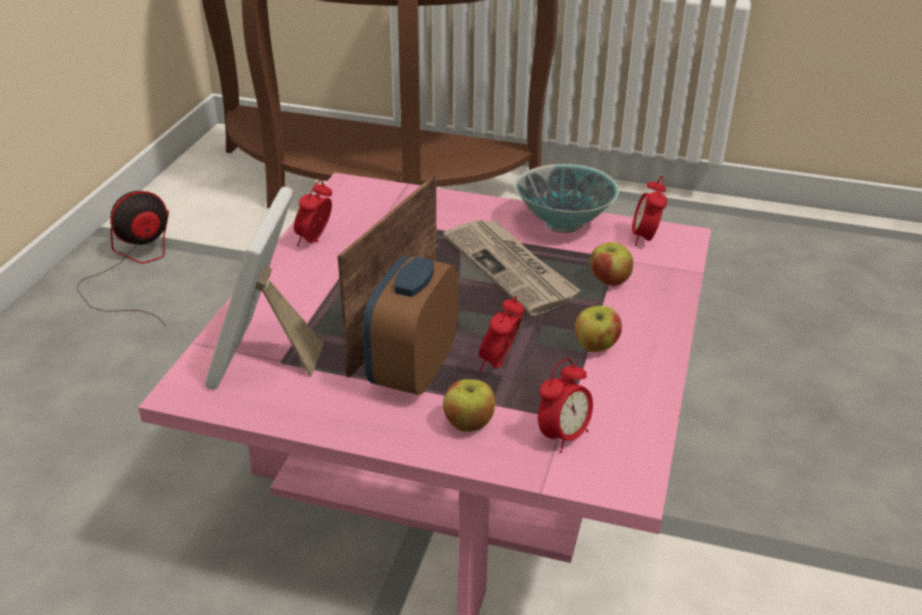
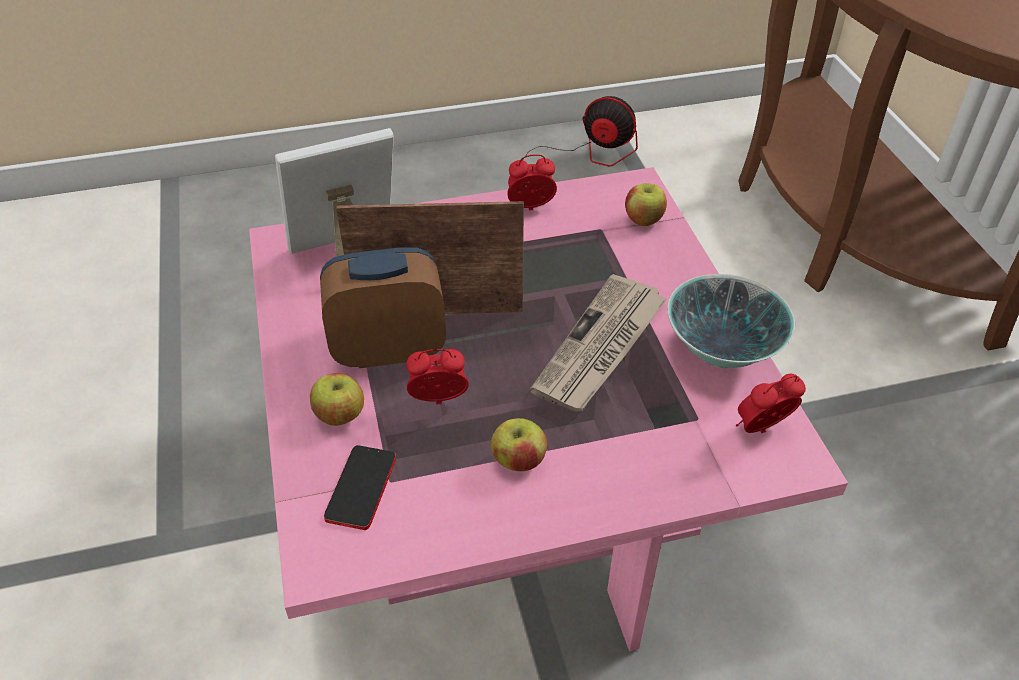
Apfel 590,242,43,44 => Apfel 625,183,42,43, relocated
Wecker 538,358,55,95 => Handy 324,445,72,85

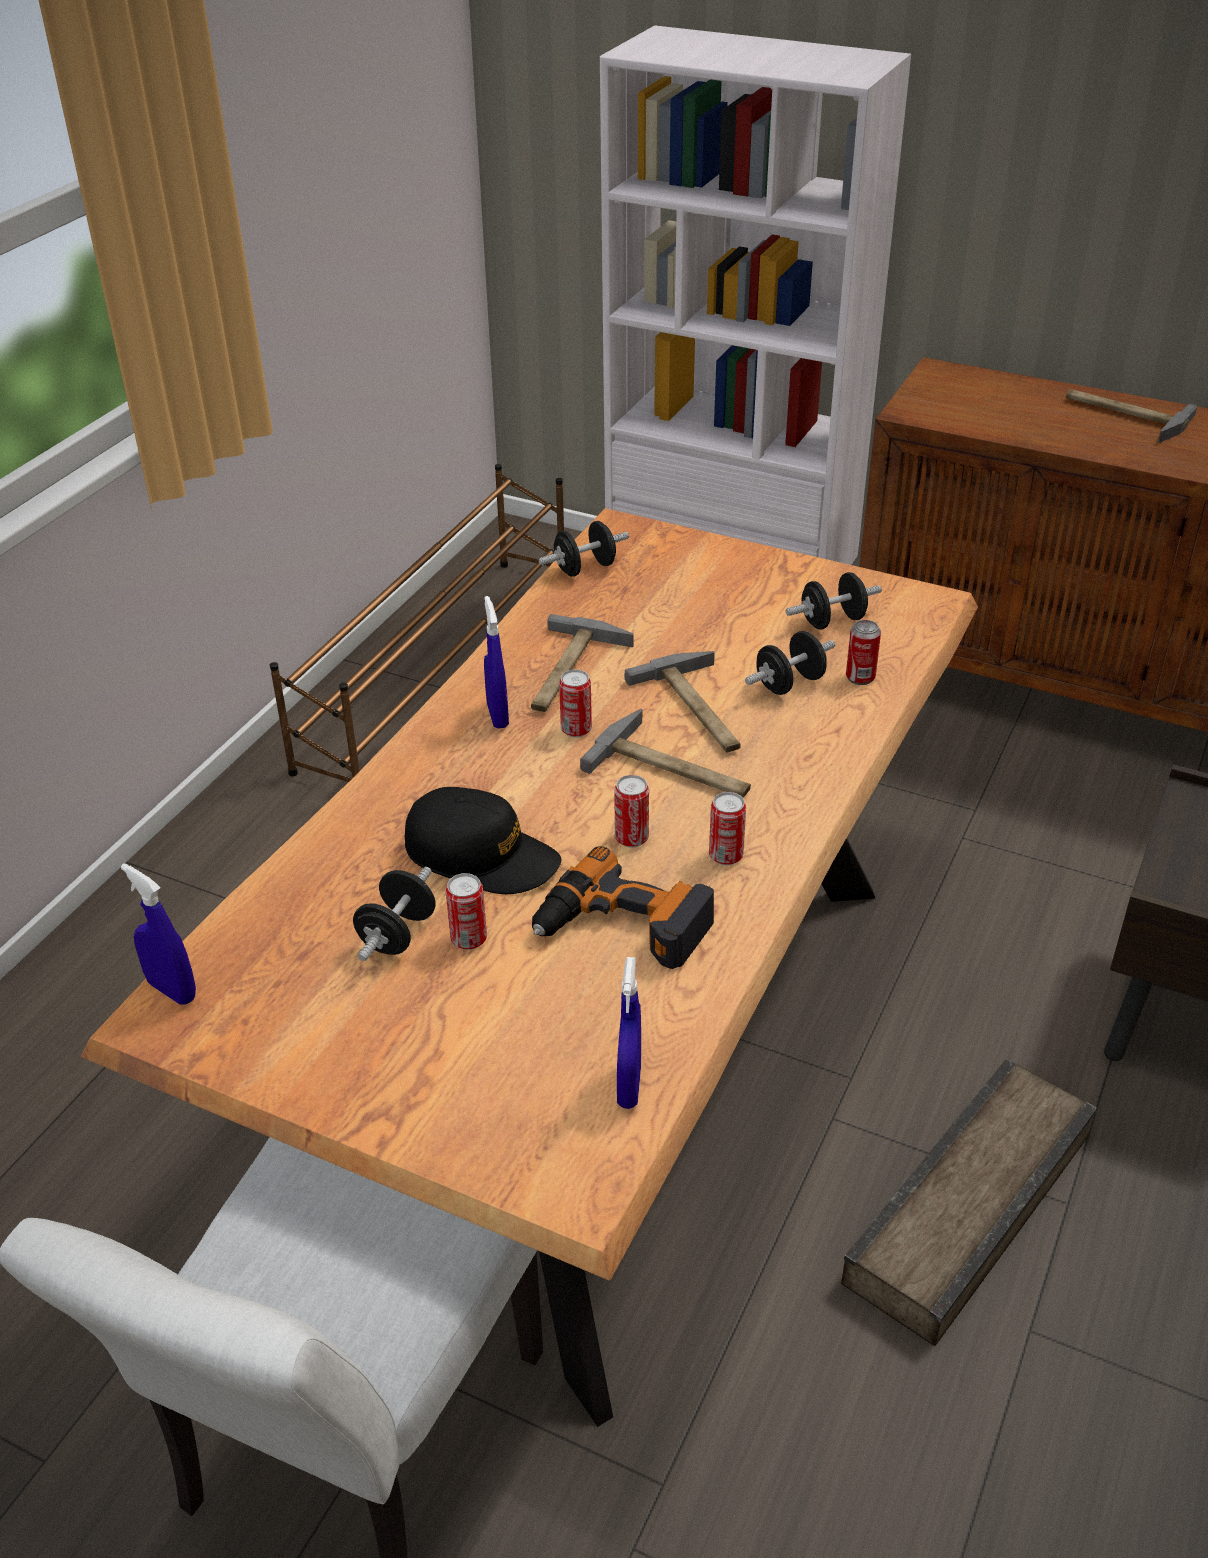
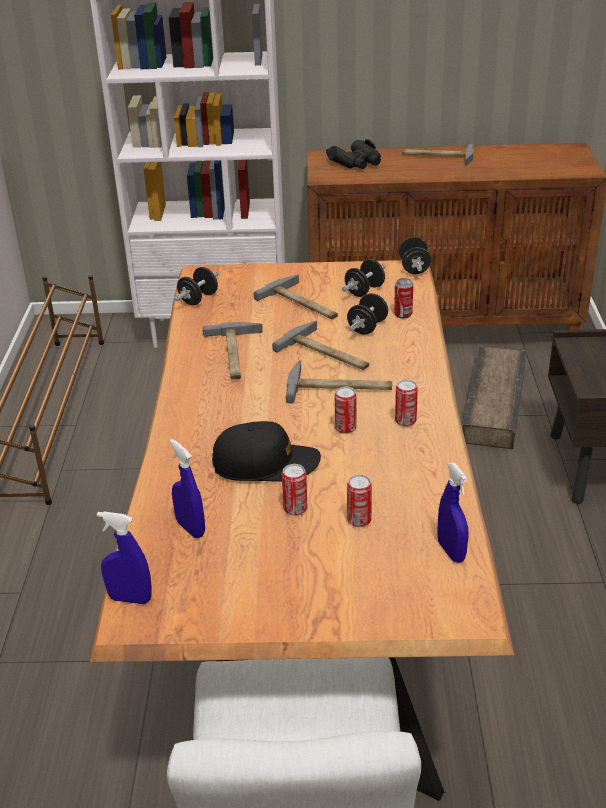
Sprühflasche/blau 484,596,25,133 => Sprühflasche/blau 170,439,35,99, relocated
Dose 559,669,33,68 => Dose 347,475,25,52, relocated
Bohrmaschine 532,846,182,123 => nothing
Hantel/schwarz 353,867,83,94 => Hantel/schwarz 399,237,32,37, relocated
Kiste 841,1058,256,288 => Kiste 462,346,64,103, relocated
nothing => Fernglas/schwarz 326,139,55,30
nothing => Hammer 253,275,85,44

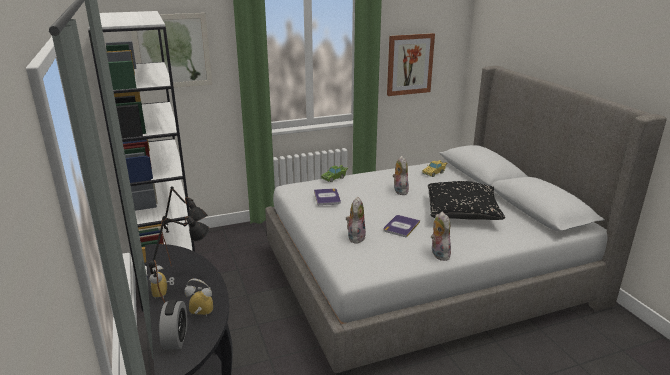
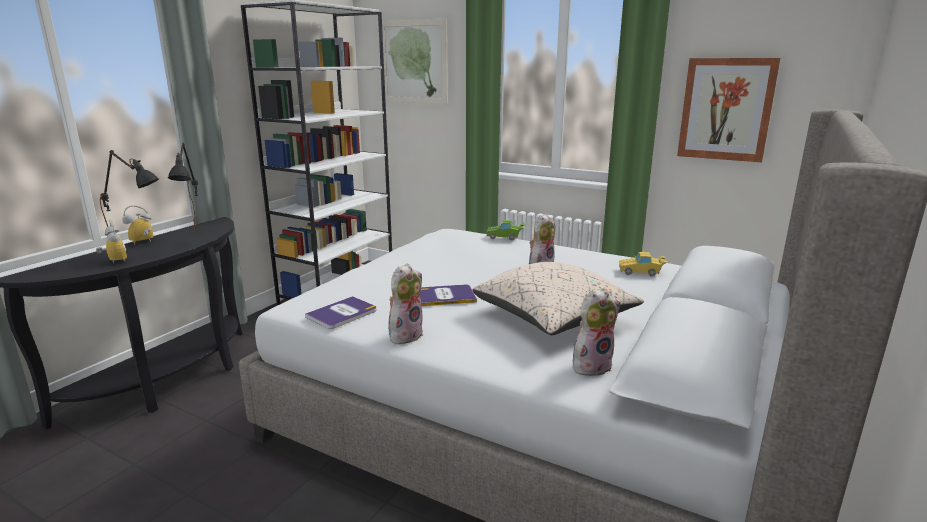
Kissen/schwarz 428,181,77,39 => Kissen/beige 473,262,171,73
Buch 314,188,27,17 => Buch 305,296,72,33, relocated
Plüschtier 346,197,20,47 => Plüschtier 573,288,48,88, relocated
Wecker 159,300,28,50 => nothing

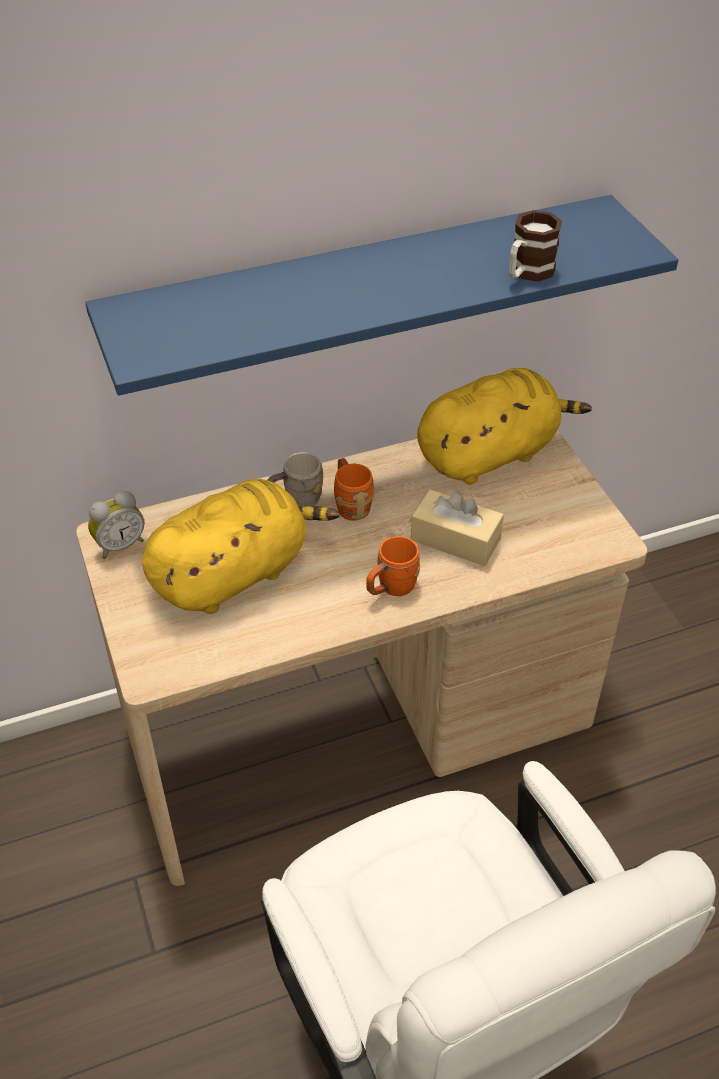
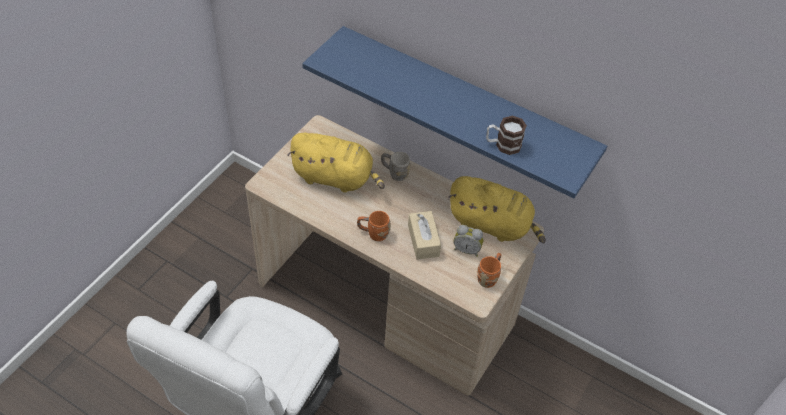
Henkelbecher/orange 334,458,41,63 => Henkelbecher/orange 477,253,25,35, relocated
Wecker 88,491,57,68 => Wecker 454,225,29,32, relocated

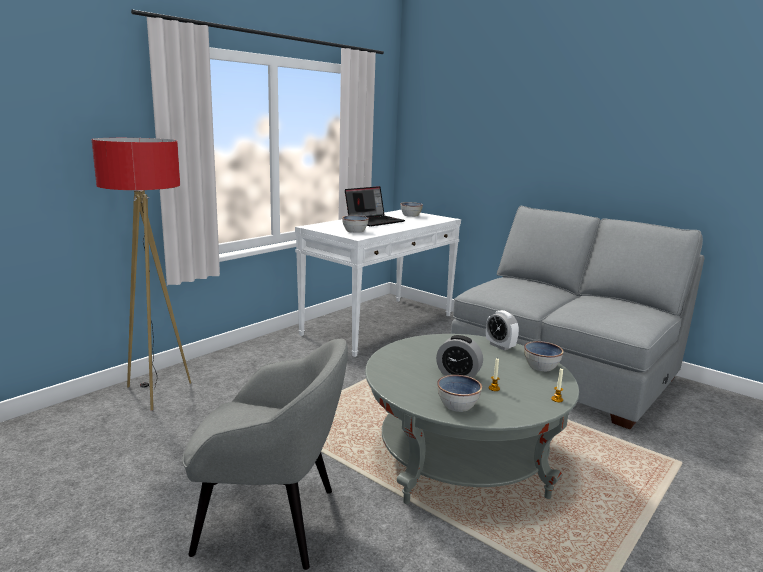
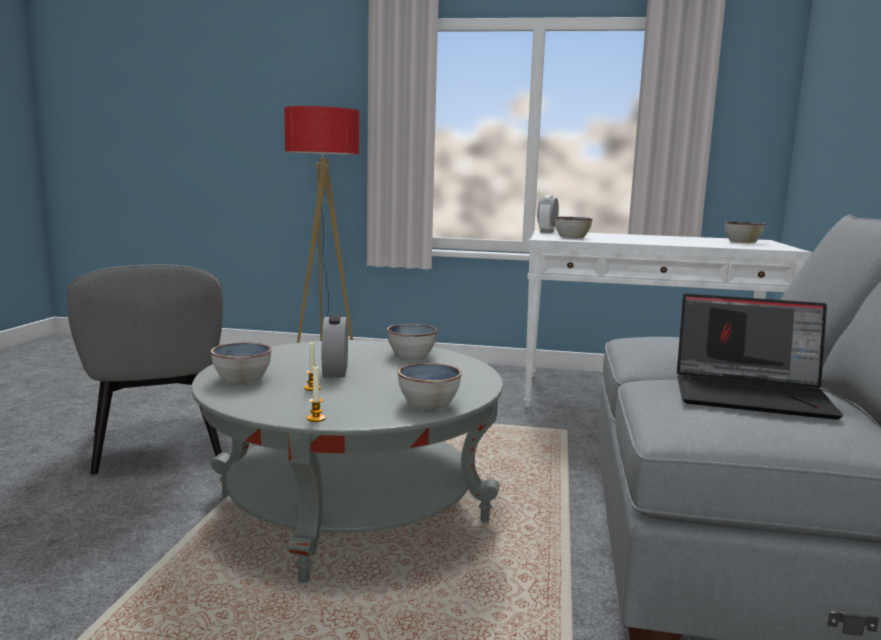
Laptop 345,186,60,40 => Laptop 677,294,166,126, relocated
Wecker 486,310,33,41 => Wecker 537,195,22,38, relocated
nothing => Schüssel 387,324,50,34

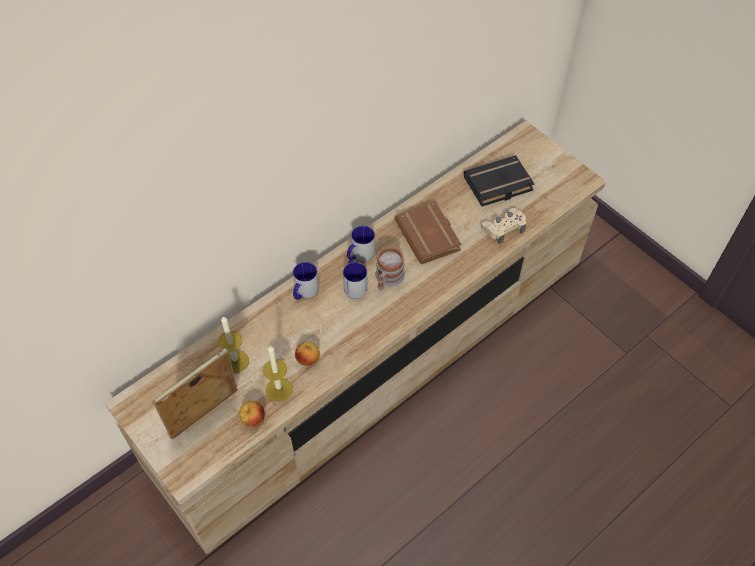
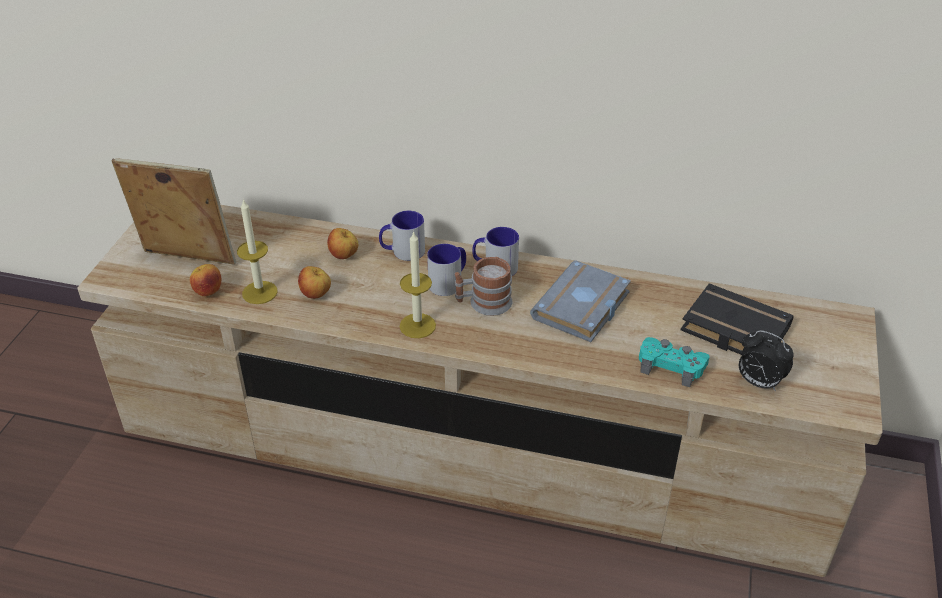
Buch/braun 395,202,66,62 => Buch/grau 530,260,101,82
Gamepad/beige 481,208,45,36 => Gamepad/türkis 639,337,70,50
Kerze 218,316,31,58 => Kerze 400,231,36,107, relocated
nothing => Apfel 327,228,31,31
nothing => Wecker 739,330,55,61

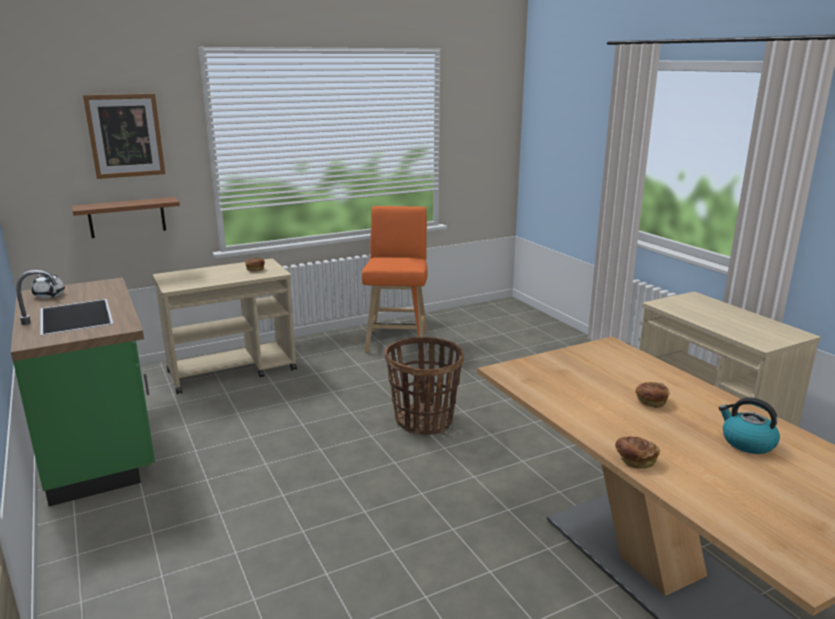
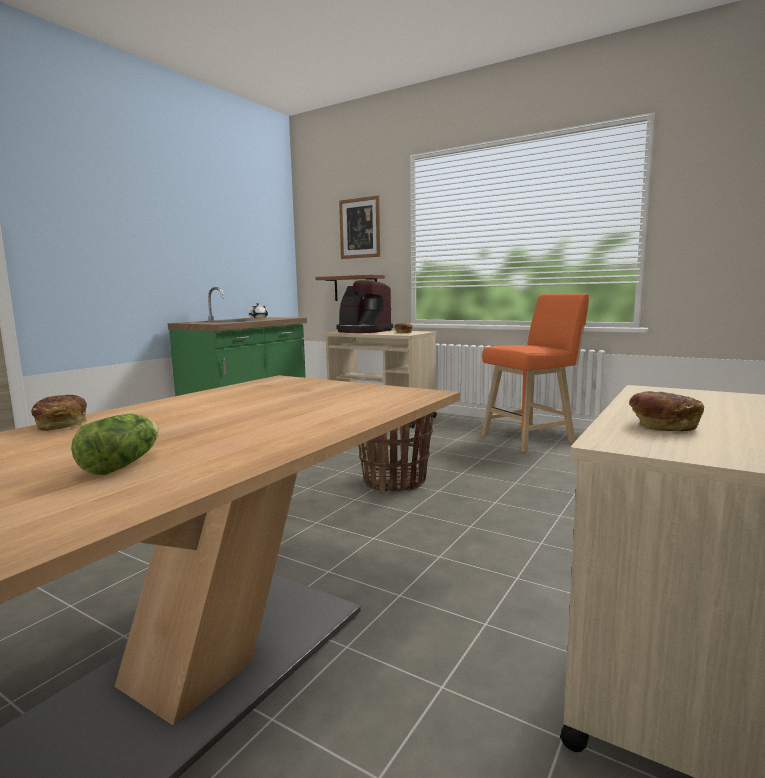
Brot 635,382,35,26 => Brot 629,391,75,40, relocated
Wasserkessel 719,397,61,57 => Salatkopf 71,413,88,62
nothing => Kaffeemaschine 336,280,57,53

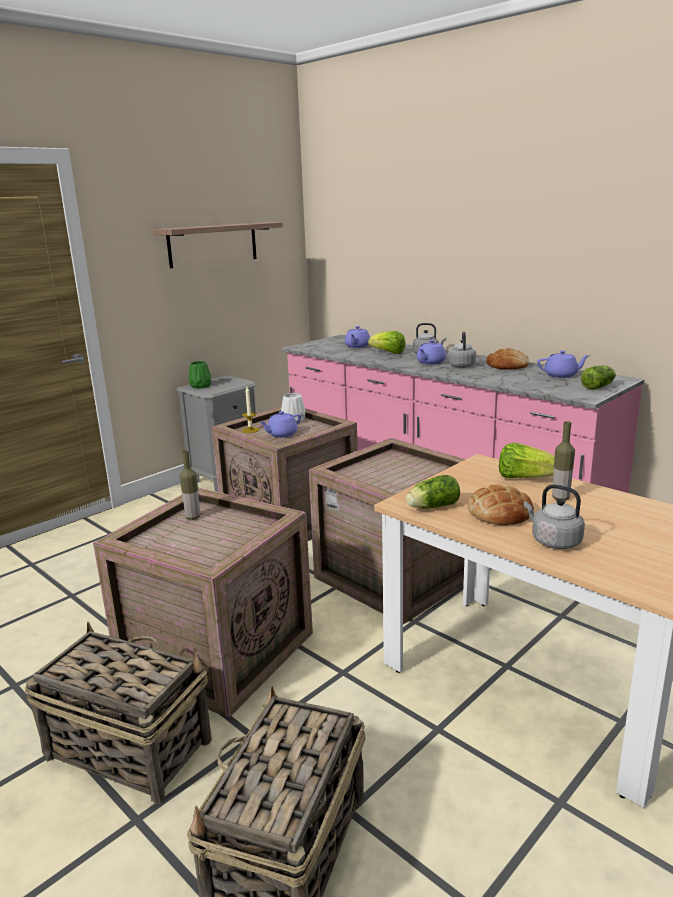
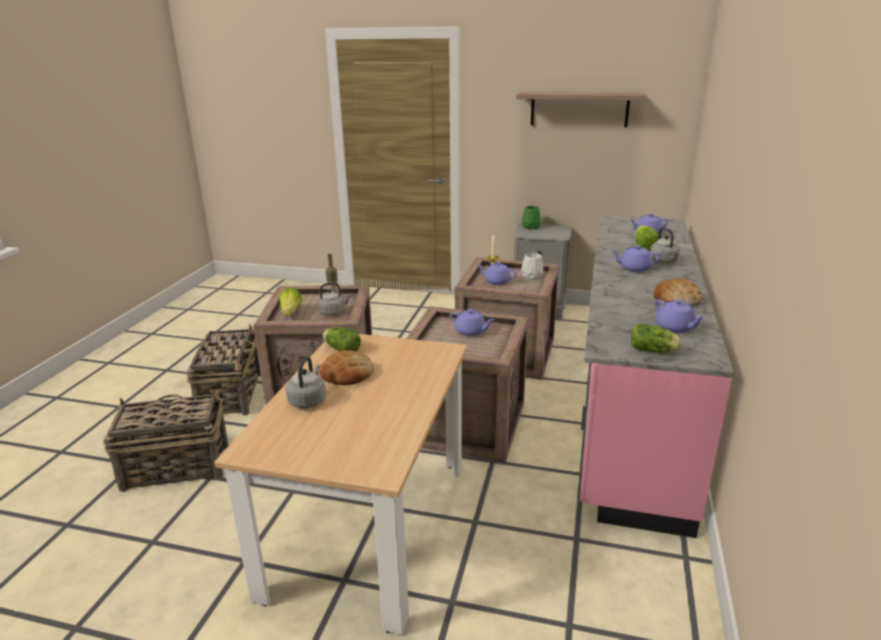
Wasserkessel/grau 448,332,28,36 => Wasserkessel/grau 317,282,35,34, relocated
Flasche 552,421,23,79 => nothing
Salatkopf 499,443,56,35 => Salatkopf 279,288,23,28, relocated
nothing => Teekanne/lila 449,309,45,27

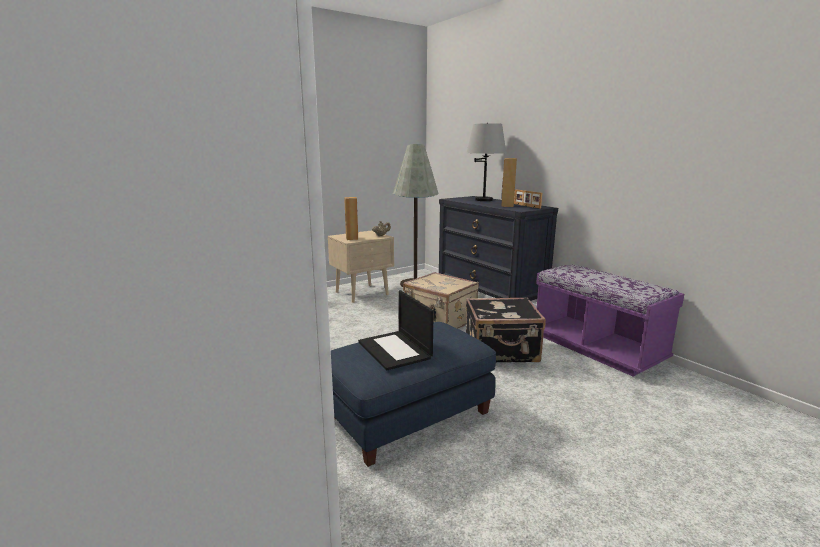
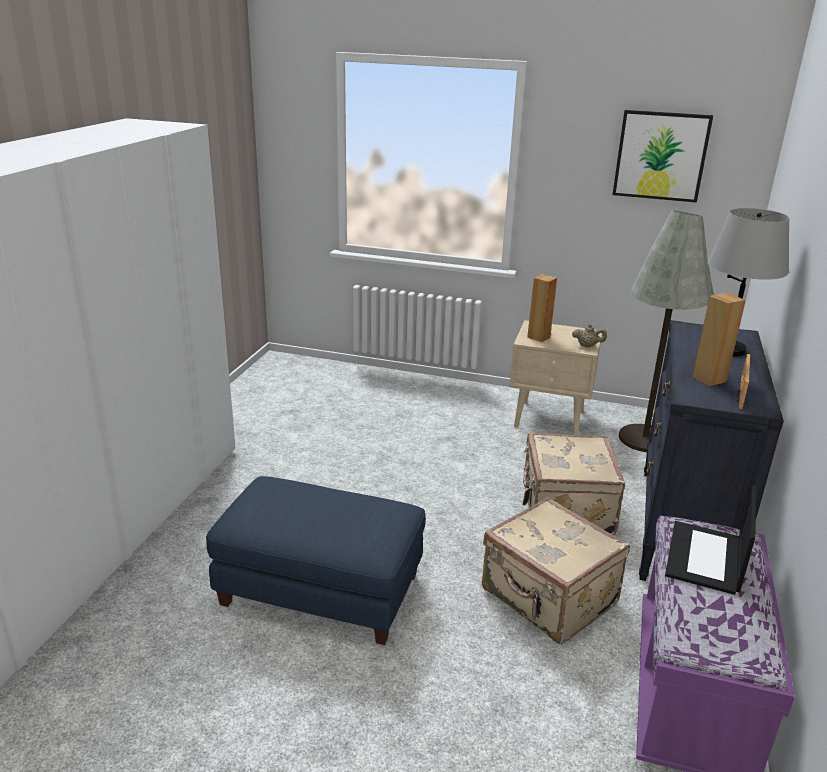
Laptop 358,290,76,80 => Laptop 665,485,91,110, relocated
Koffer/schwarz 466,297,80,65 => Koffer/beige 482,497,148,147
nothing => Bild 612,110,101,93

